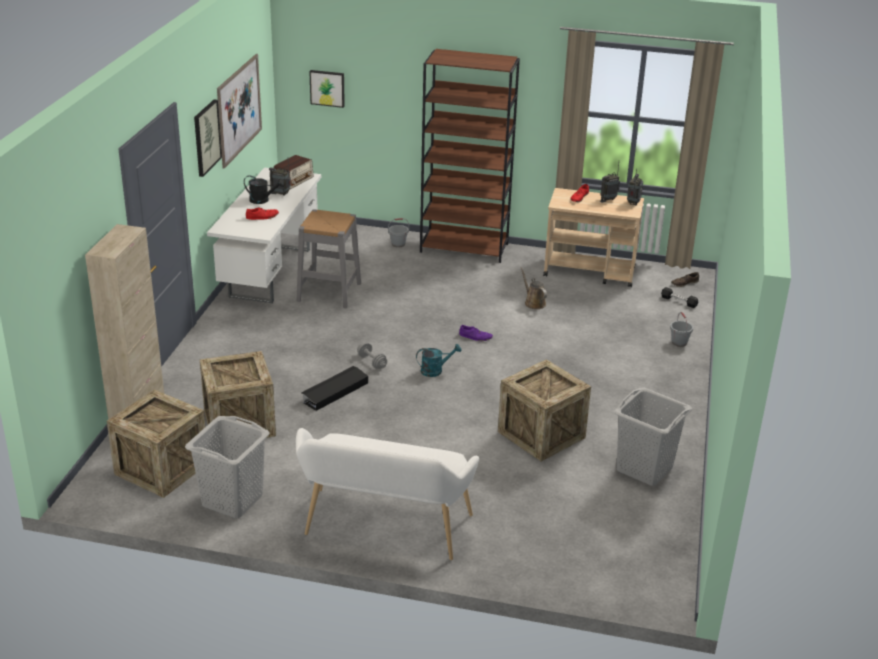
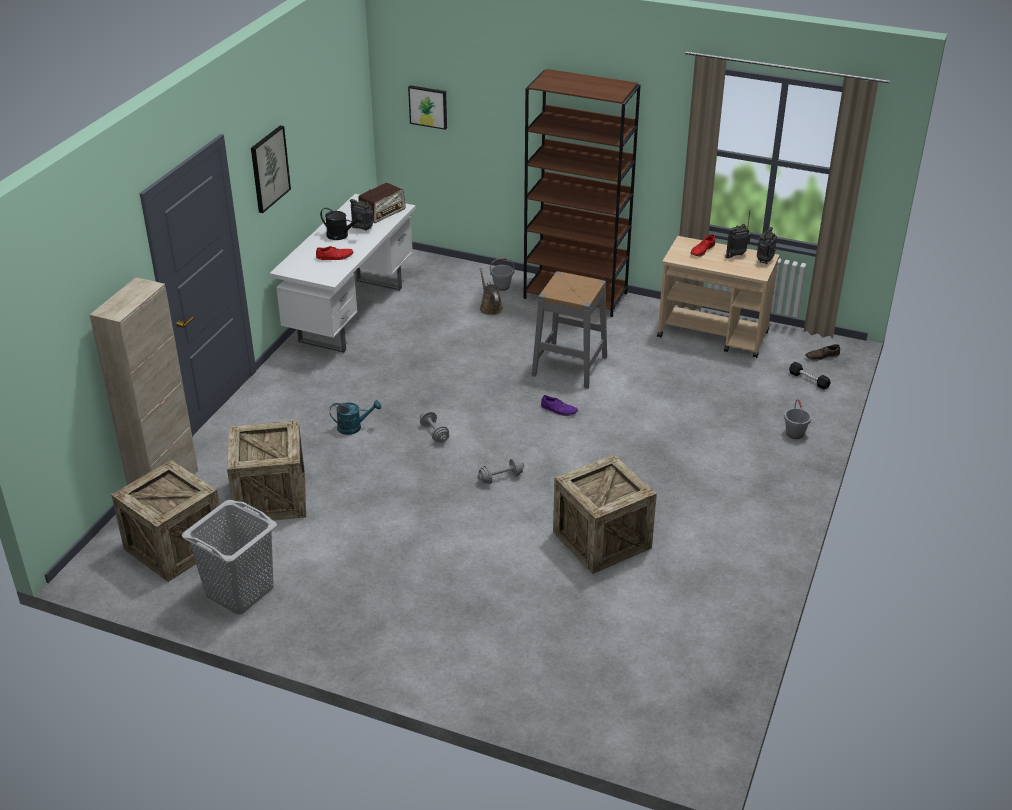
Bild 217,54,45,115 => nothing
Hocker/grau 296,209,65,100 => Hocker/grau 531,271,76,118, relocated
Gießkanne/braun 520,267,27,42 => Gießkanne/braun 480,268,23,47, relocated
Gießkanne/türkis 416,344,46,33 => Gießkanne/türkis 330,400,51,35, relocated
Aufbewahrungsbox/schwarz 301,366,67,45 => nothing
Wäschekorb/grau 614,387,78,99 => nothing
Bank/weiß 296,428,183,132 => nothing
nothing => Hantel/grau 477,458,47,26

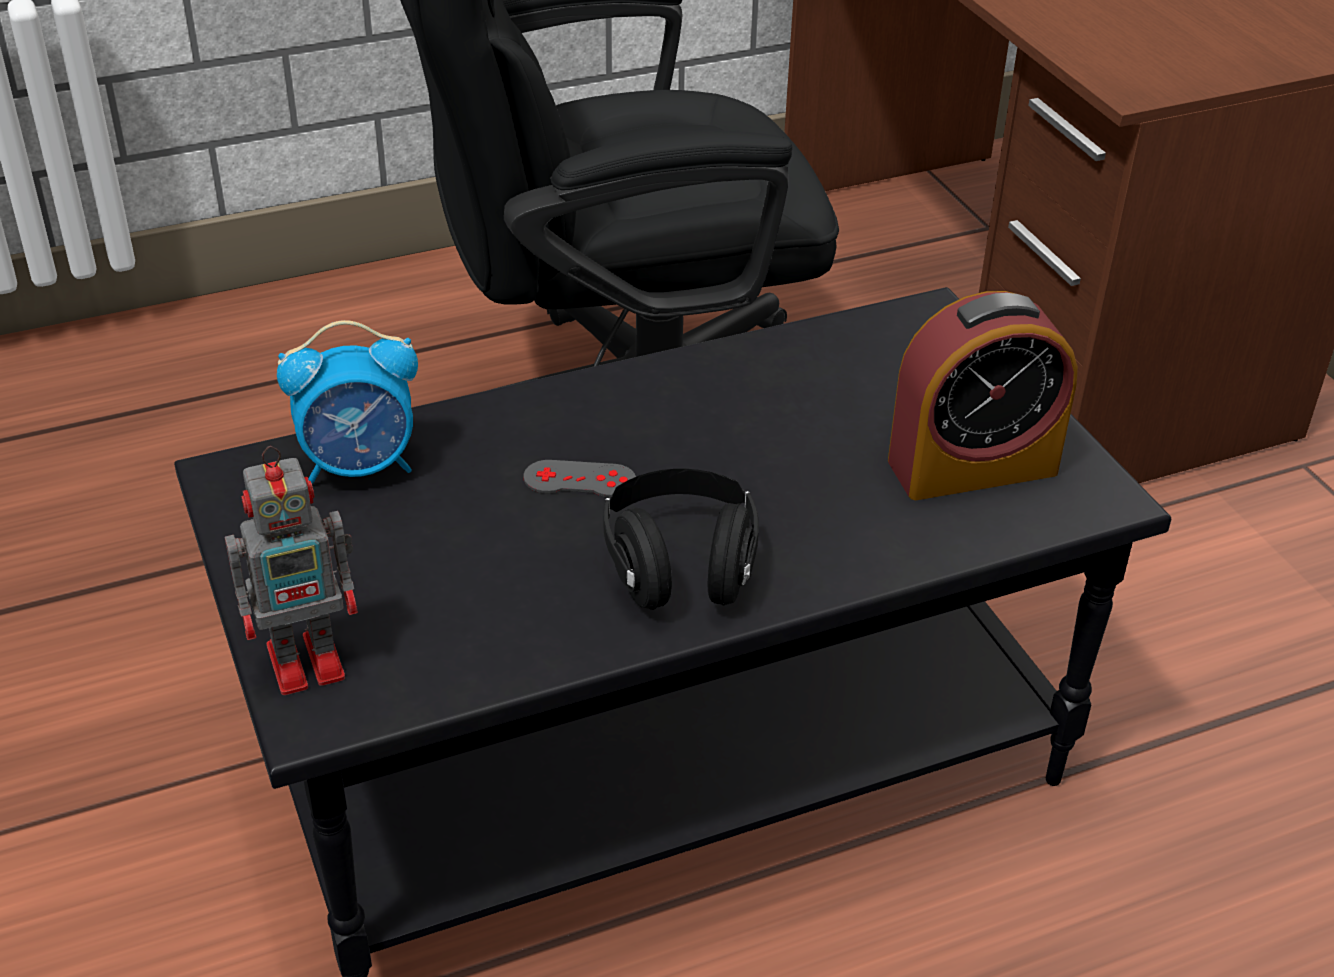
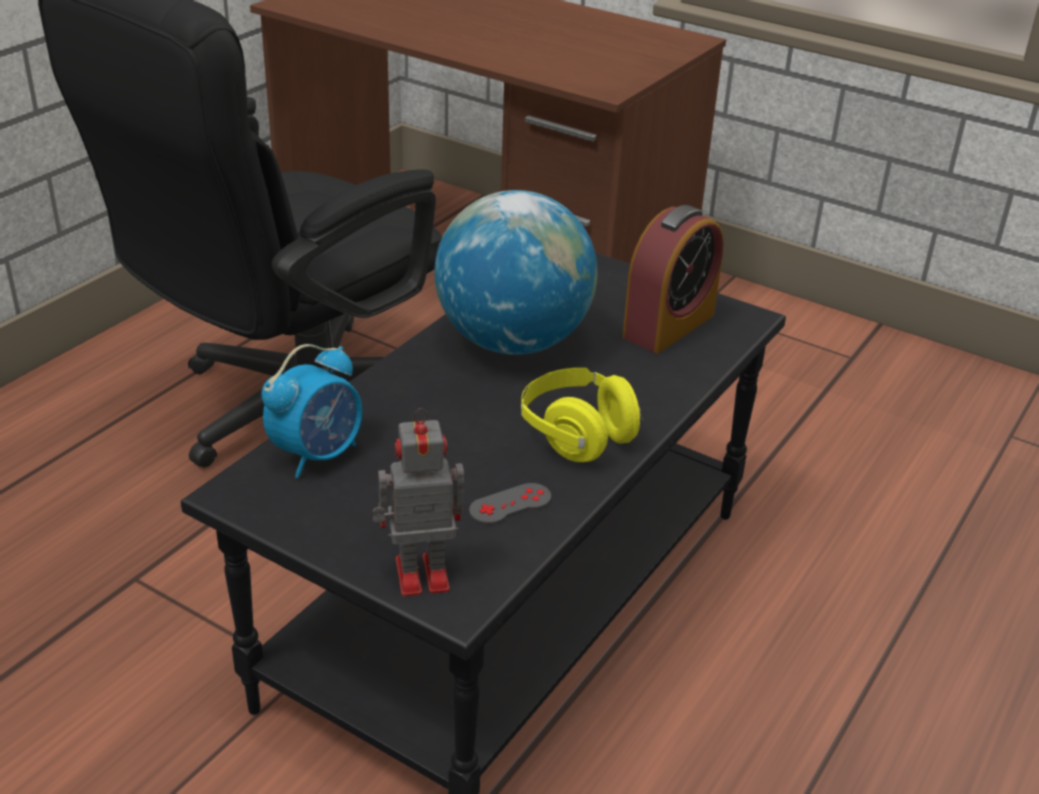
Spielzeugroboter 225,446,133,249 => Spielzeugroboter 373,408,91,189, 135 degrees counterclockwise
Gamepad/grau 524,460,112,38 => Gamepad/grau 469,483,82,41, relocated
Kopfhörer/schwarz 603,468,156,142 => Kopfhörer/gelb 521,368,123,94
nothing => Globus 434,190,163,165

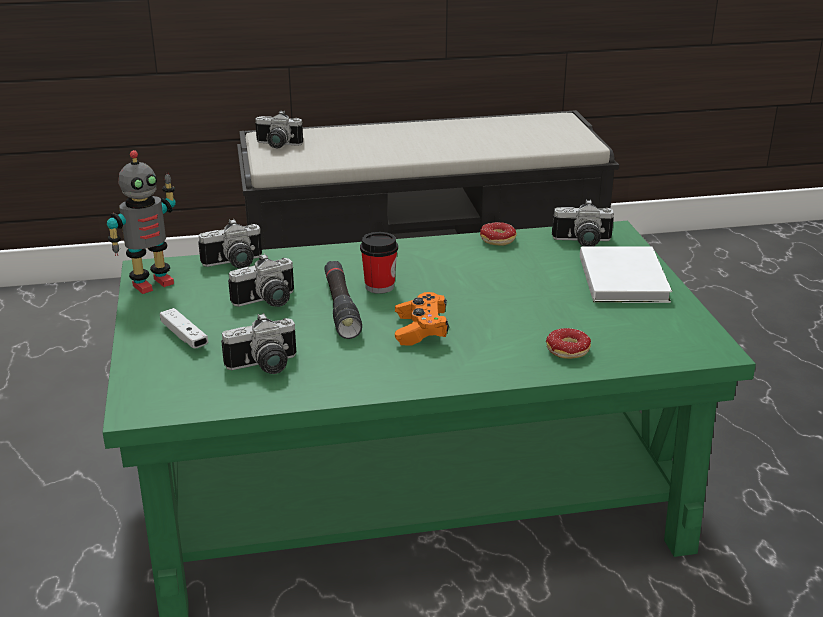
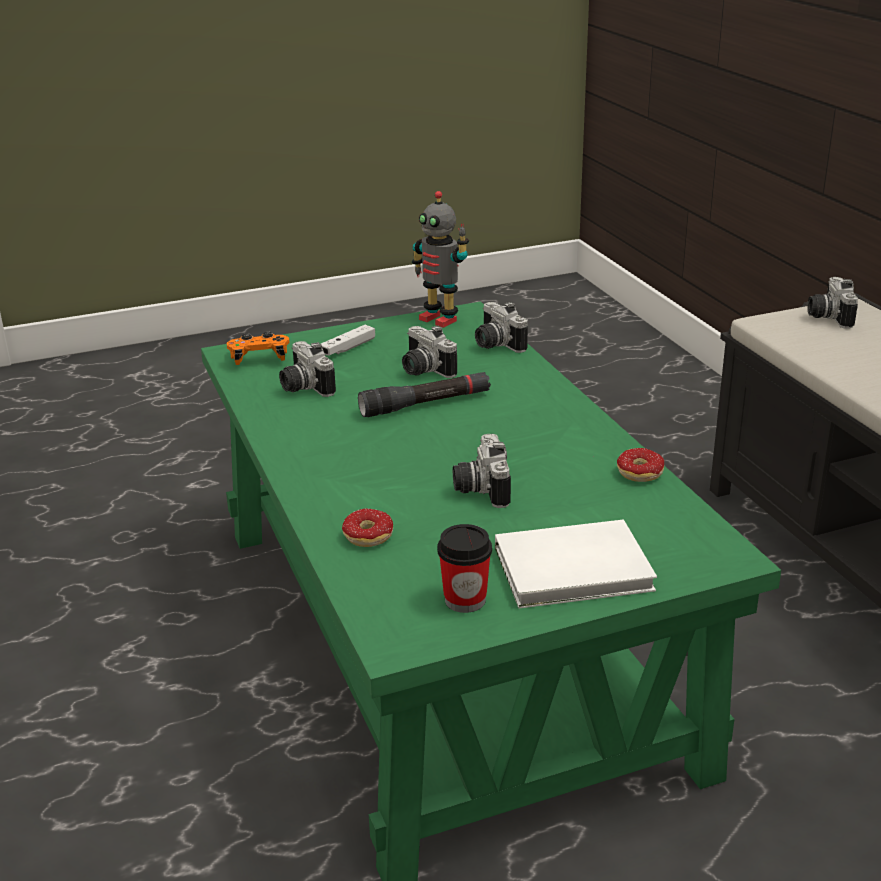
Kamera 552,199,62,47 => Kamera 453,434,58,74, relocated
Tasse 360,232,38,62 => Tasse 437,524,55,89, relocated
Gamepad/orange 395,292,54,54 => Gamepad/orange 227,332,63,33, relocated

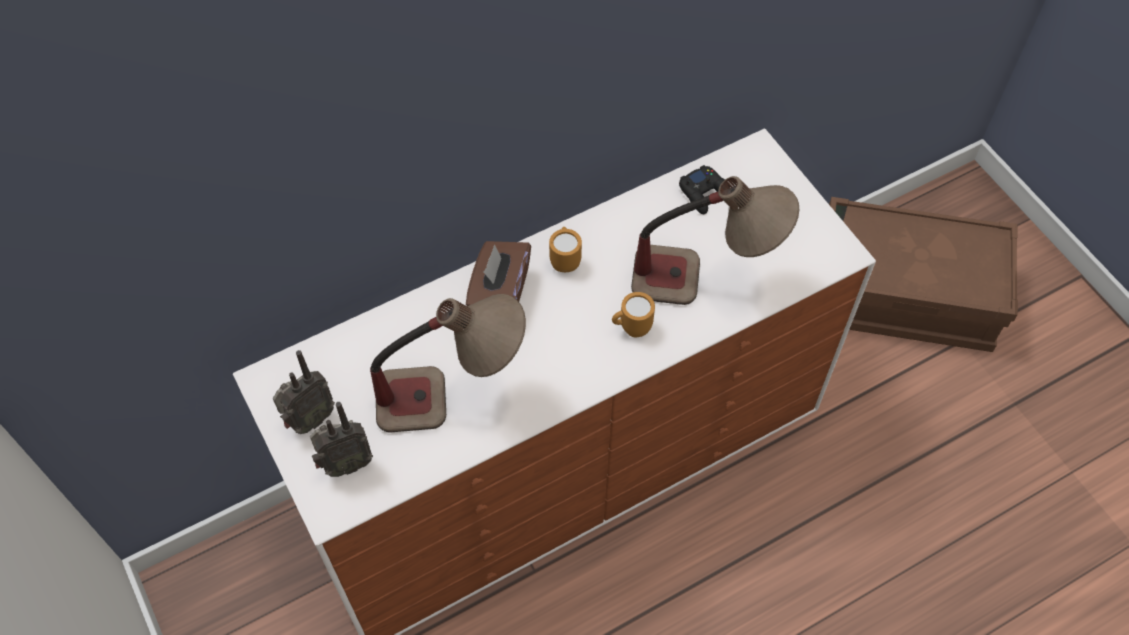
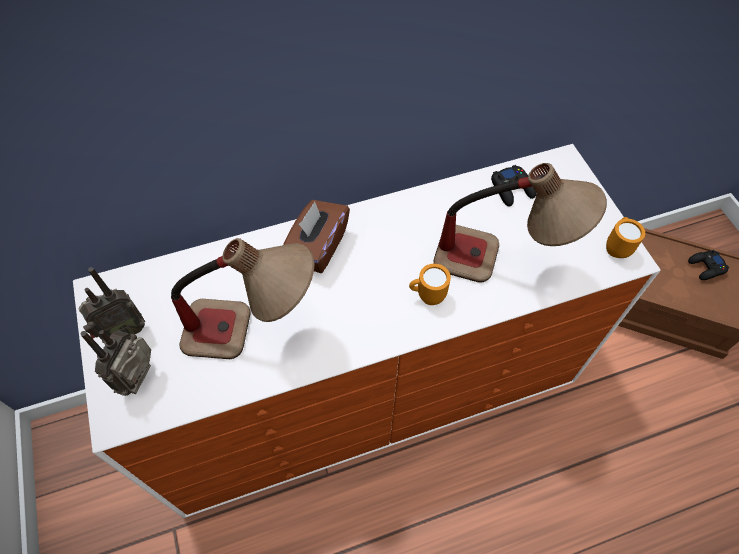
Henkelbecher/orange 549,227,33,45 => Henkelbecher/orange 606,217,39,41, relocated
Radio 310,402,63,75 => Radio 81,330,70,66, 120 degrees clockwise
nothing => Gamepad/schwarz 688,250,41,30

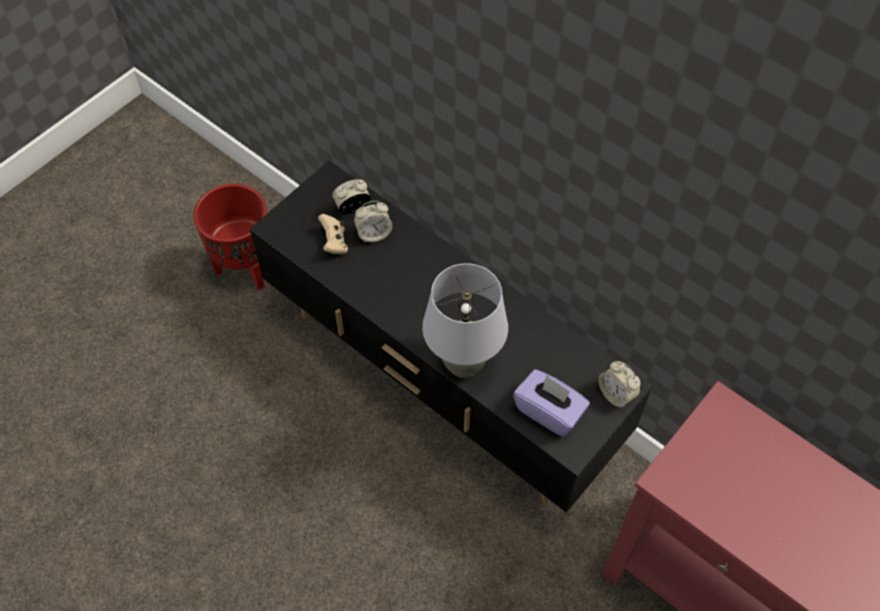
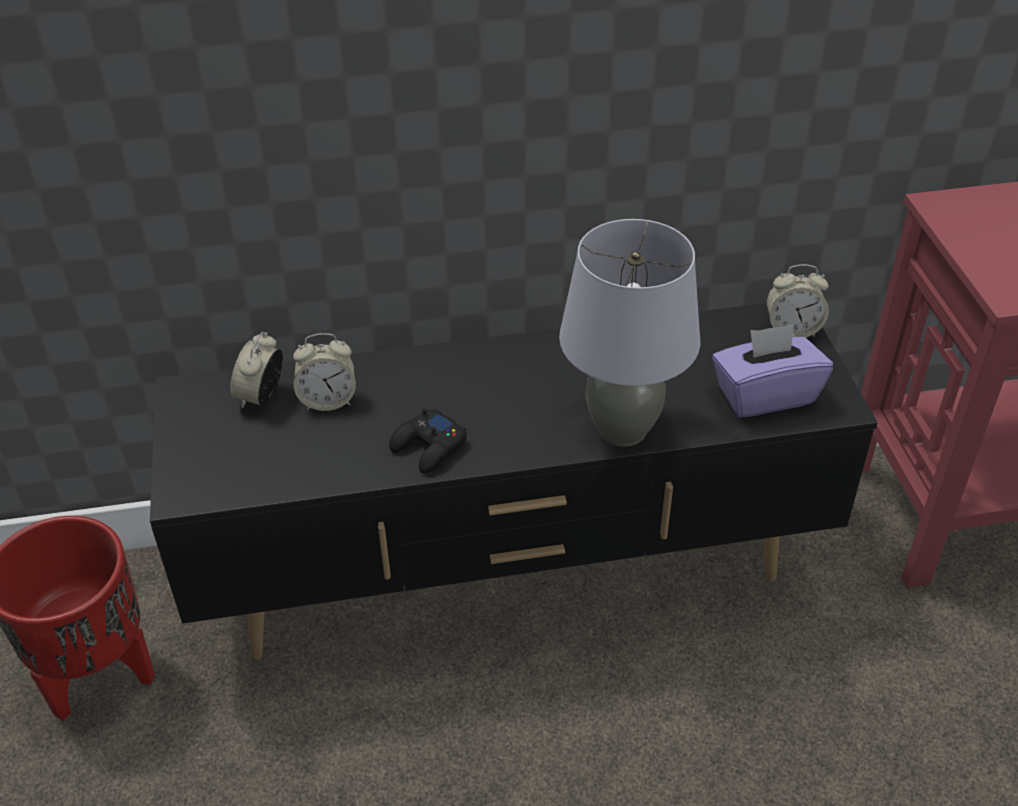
Wecker 354,201,39,42 => Wecker 293,333,63,78, 60 degrees clockwise
Gamepad/beige 318,214,30,40 => nothing
nothing => Gamepad/schwarz 389,408,78,66

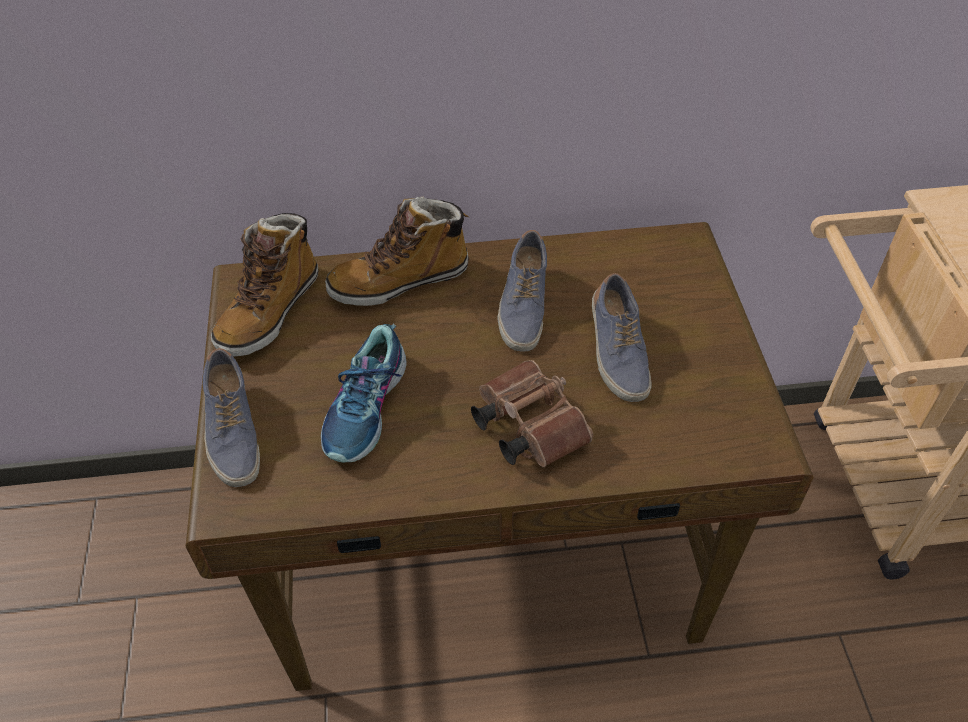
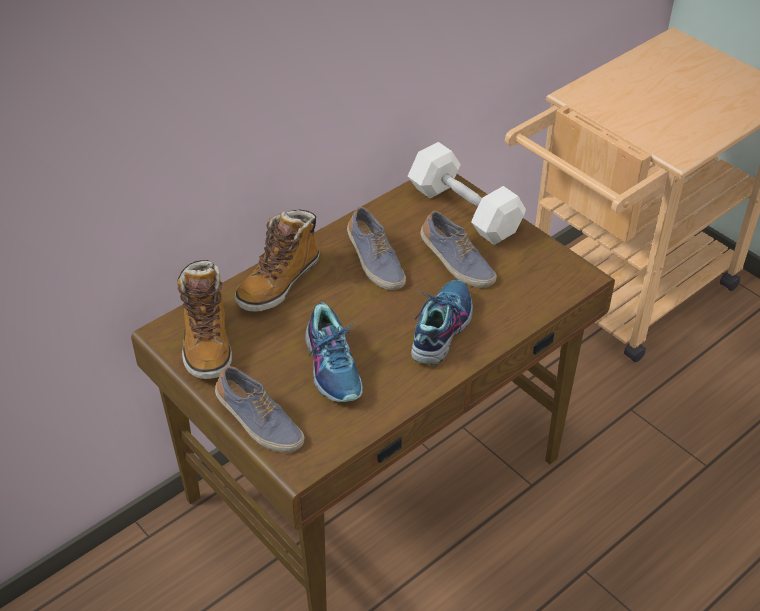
Fernglas/braun 471,360,122,107 => Schuh 411,280,62,85
nothing => Hantel/weiß 408,142,118,103

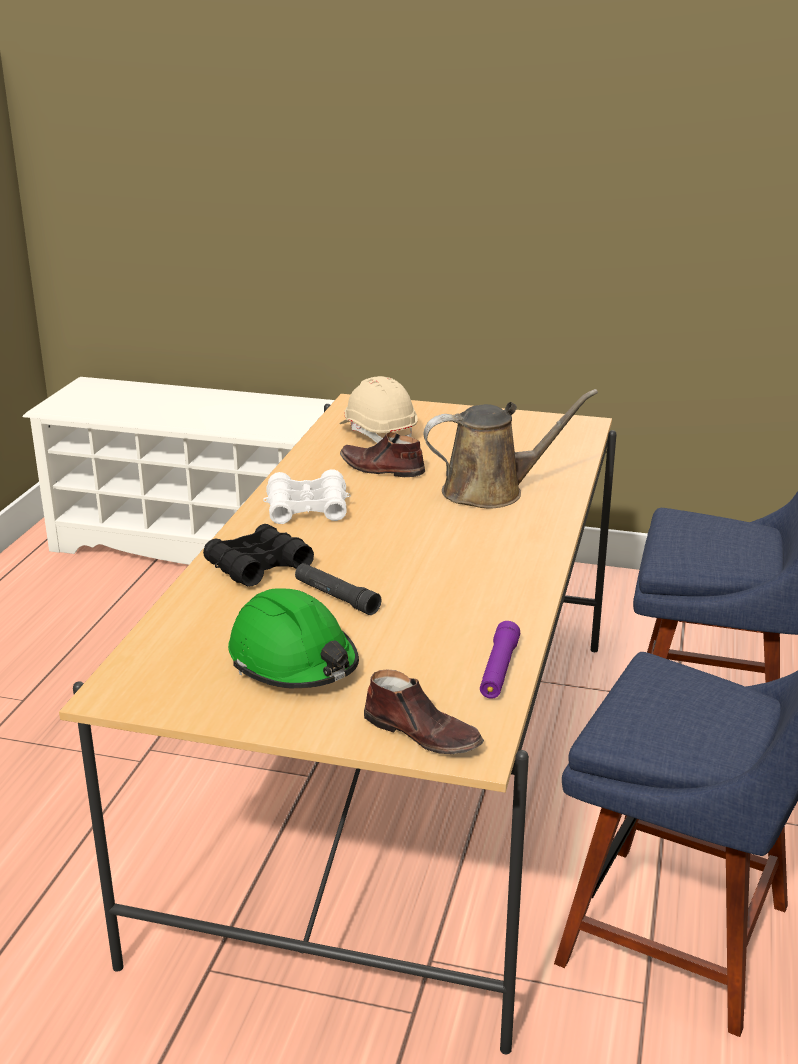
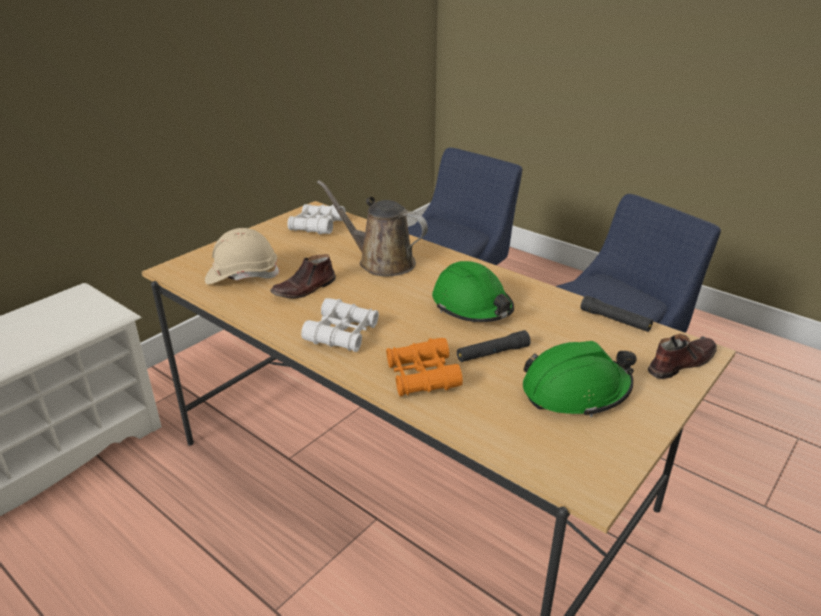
Gießkanne/braun 424,389,174,119 => Gießkanne/braun 317,180,111,96, 75 degrees counterclockwise
Fernglas/schwarz 203,524,111,62 => Fernglas/orange 386,338,77,58
Taschenlampe/lila 480,621,40,78 => Taschenlampe/schwarz 581,295,72,37
nothing => Fernglas/weiß 288,204,58,30
nothing => Schutzhelm/grün 432,261,82,61

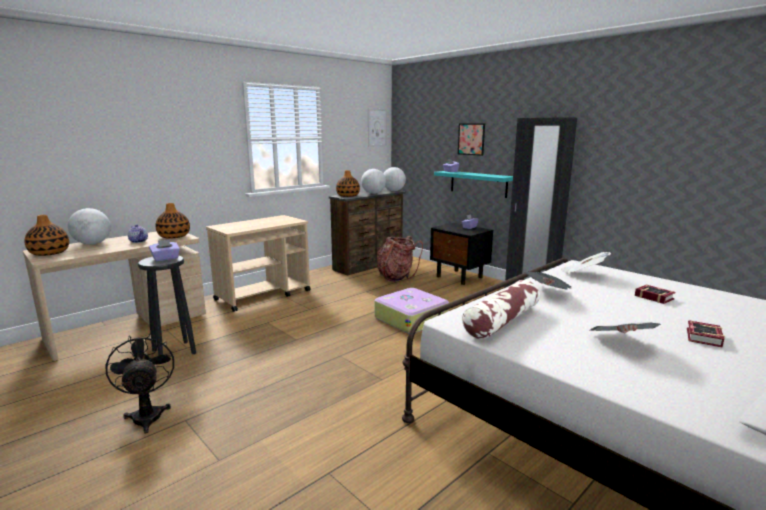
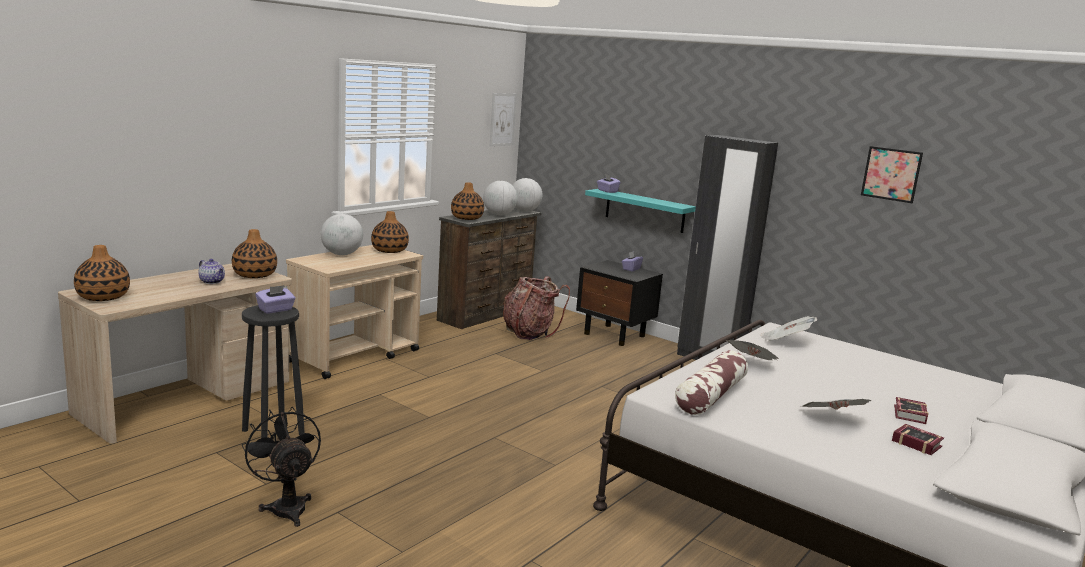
Bild 458,123,27,33 => Bild 861,146,62,57, relocated
Globus 68,208,43,37 => Globus 321,214,42,41, relocated
Buch 635,285,41,19 => Buch 892,424,52,31, relocated
Koffer 374,288,75,46 => nothing
nothing => Vase 371,211,38,42

